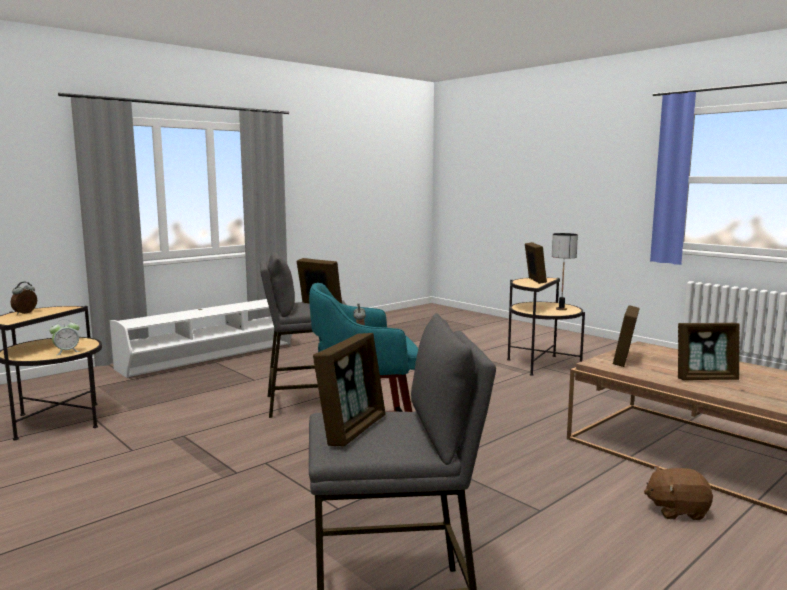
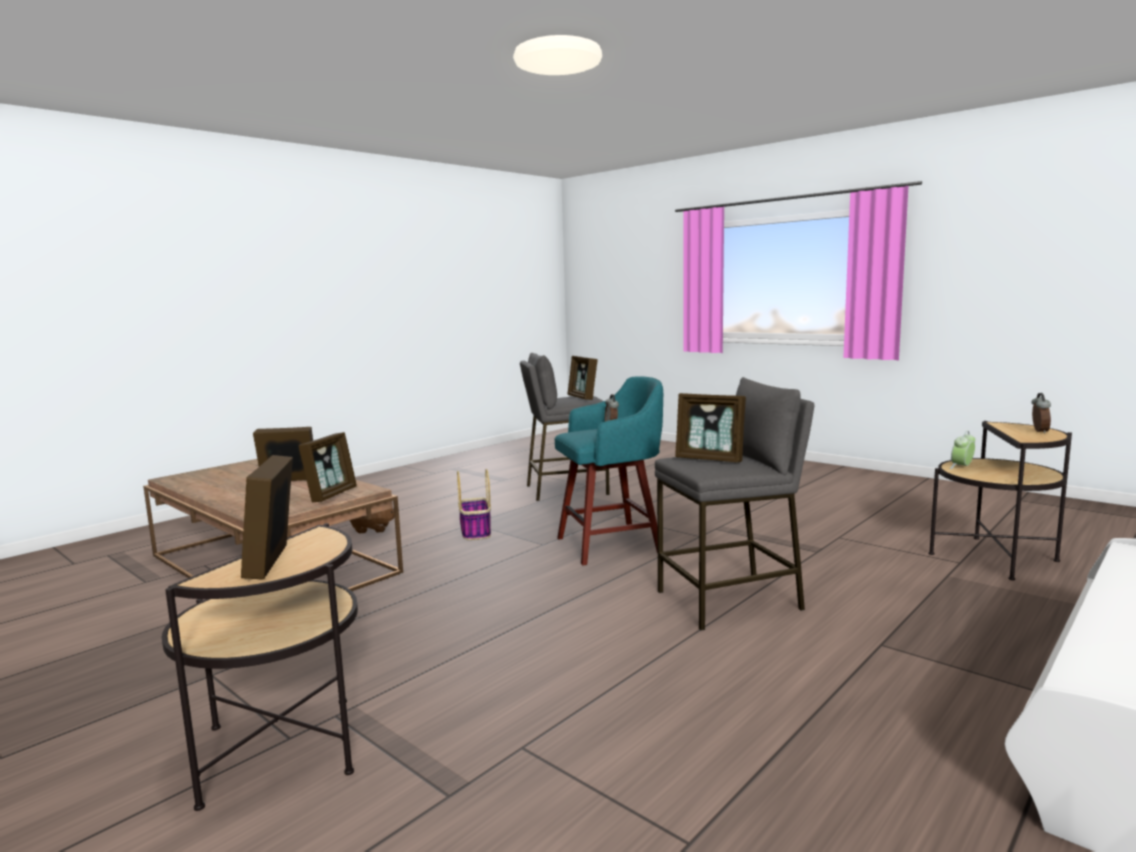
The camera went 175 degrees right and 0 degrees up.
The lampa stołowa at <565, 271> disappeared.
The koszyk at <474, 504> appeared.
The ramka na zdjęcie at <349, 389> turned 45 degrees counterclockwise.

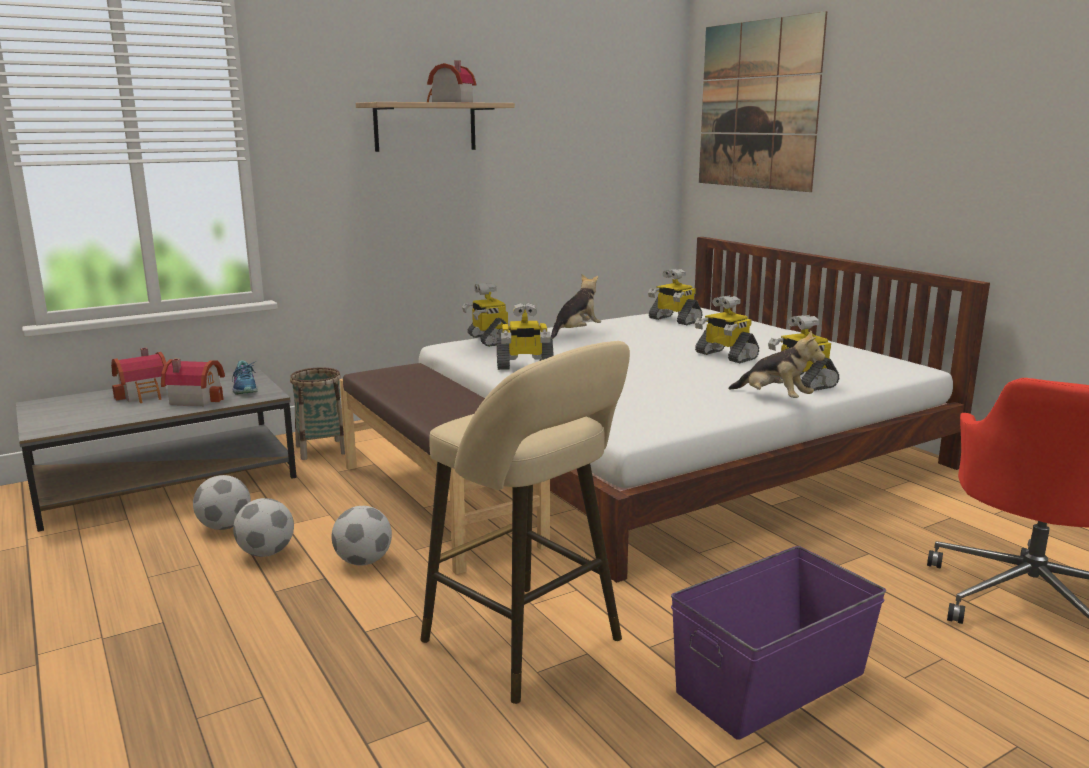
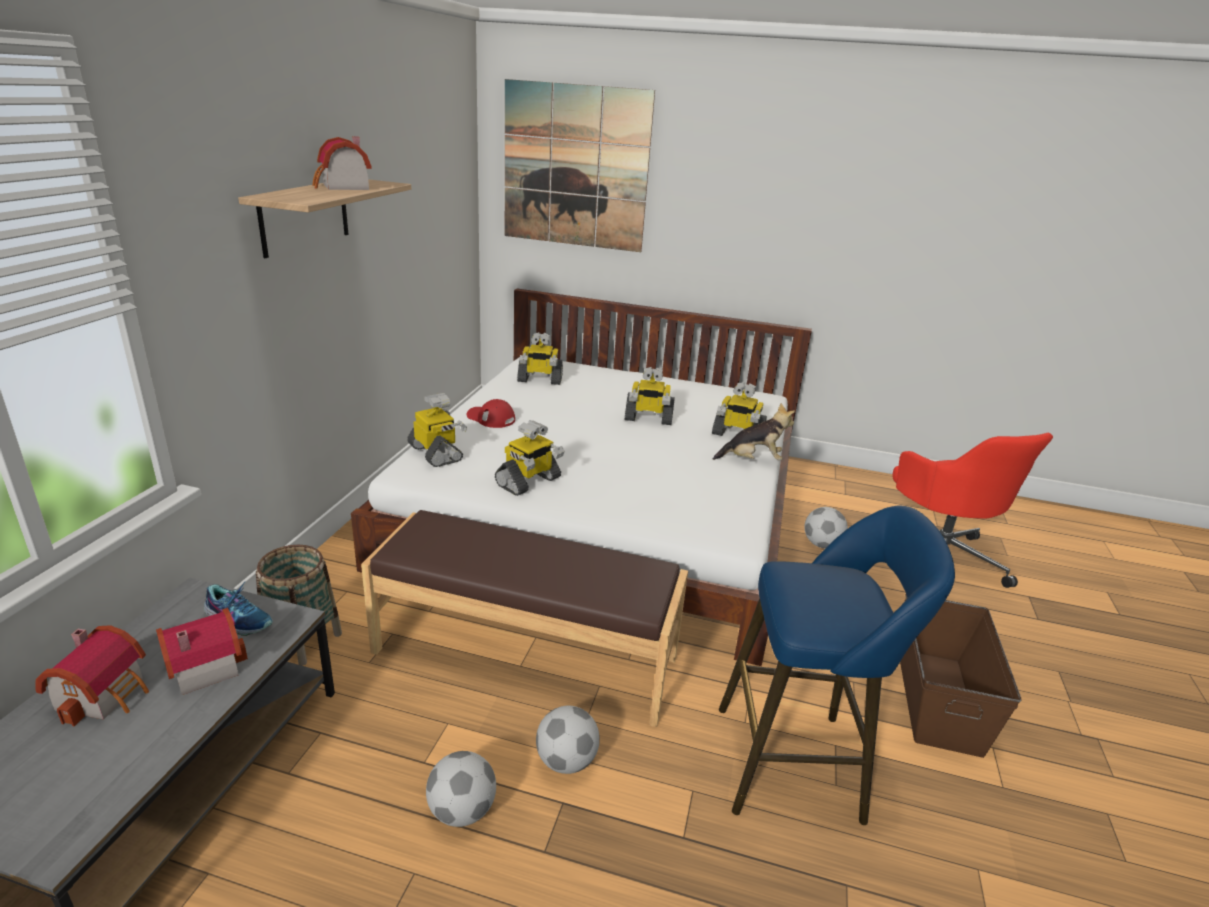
The camera went 45 degrees left and 10 degrees up.
The piłka futbolowa moved from <222, 502> to <826, 527>.
The pluszak at <576, 306> was replaced by the czapka z daszkiem/czerwony at <491, 413>.
The stołek/beżowy at <525, 522> became the stołek/niebieski at <837, 665>.
The pojemnik do przechowywania/fioletowy at <778, 643> became the pojemnik do przechowywania/brązowy at <961, 676>.
The robot zabawkowy at <486, 315> turned 150 degrees counterclockwise.

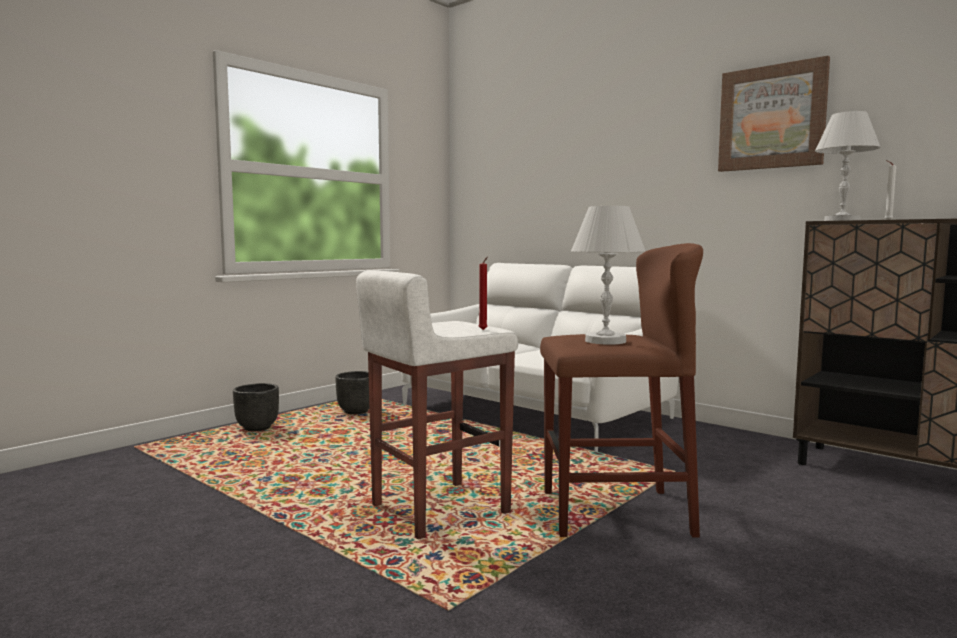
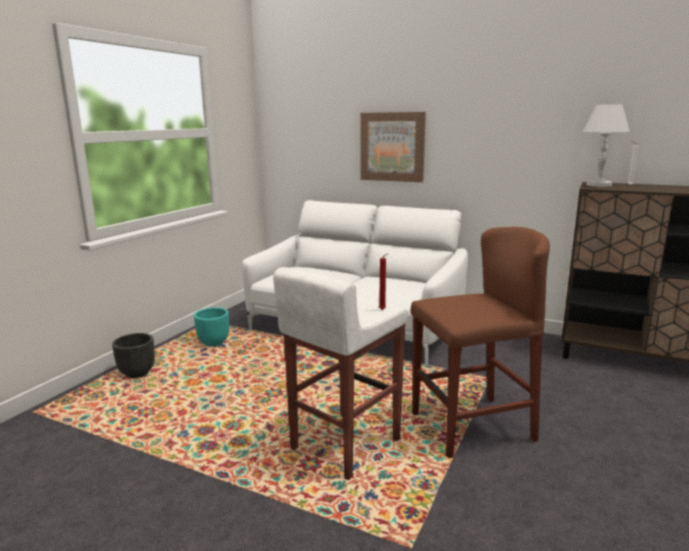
The camera went 15 degrees left and 10 degrees up.
The lampa stołowa/biały at <608, 275> disappeared.
The obraz moved from <774, 114> to <393, 147>.
The donica/czarny at <352, 392> became the donica/turkusowy at <211, 326>.

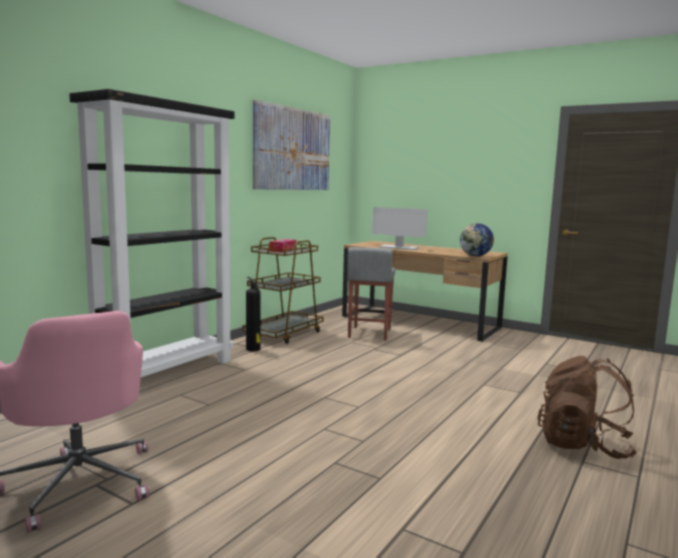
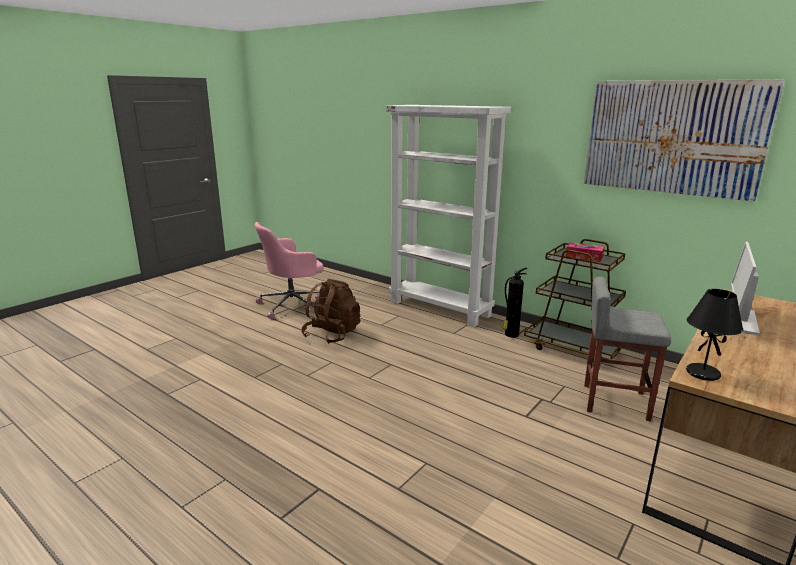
The camera went 95 degrees right and 10 degrees up.
The plecak/brązowy moved from <587, 407> to <330, 311>.
The globus at <477, 239> was replaced by the lampa stołowa/czarny at <714, 335>.
The regał/czarny at <152, 233> became the regał/biały at <448, 216>.

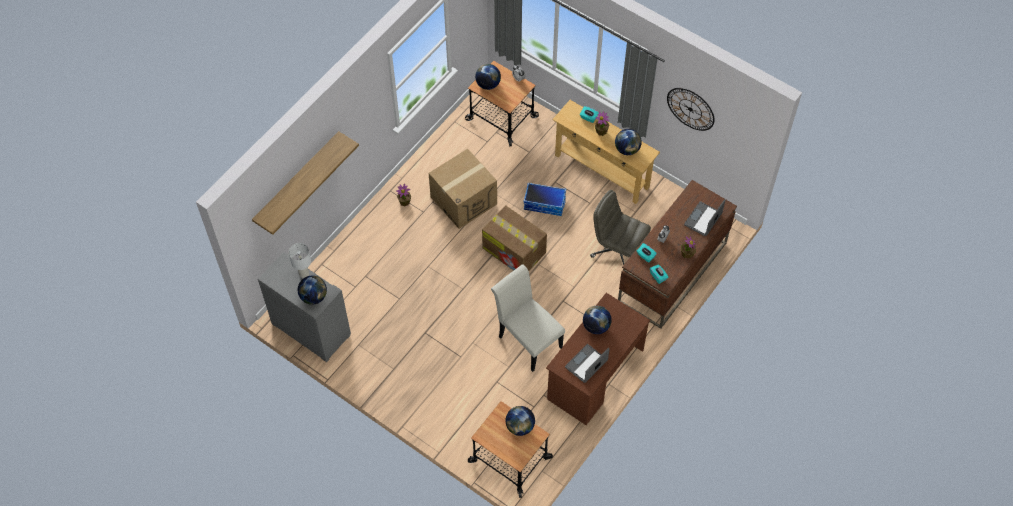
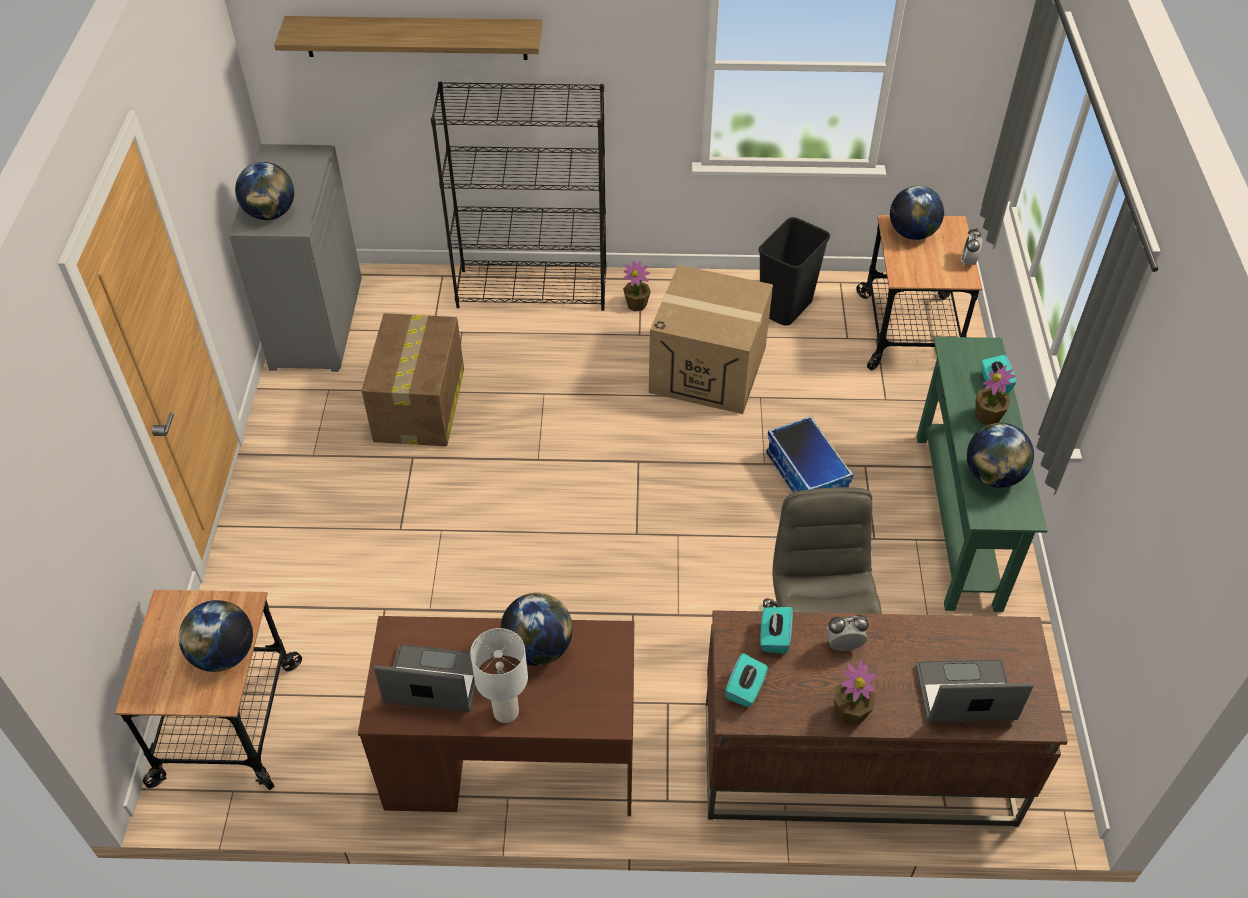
The camera went 55 degrees right and 10 degrees down.
The krzesło/biały at <528, 318> disappeared.
The zegar ścienny at <691, 109> disappeared.
The regał/czarny at <519, 196> appeared.
The kosz na śmieci/czarny at <794, 271> appeared.
The lampa stołowa/biały moved from <300, 260> to <499, 675>.
The karton moved from <514, 238> to <412, 379>.
The stolik konsolowy/beżowy at <606, 152> became the stolik konsolowy/zielony at <982, 474>.

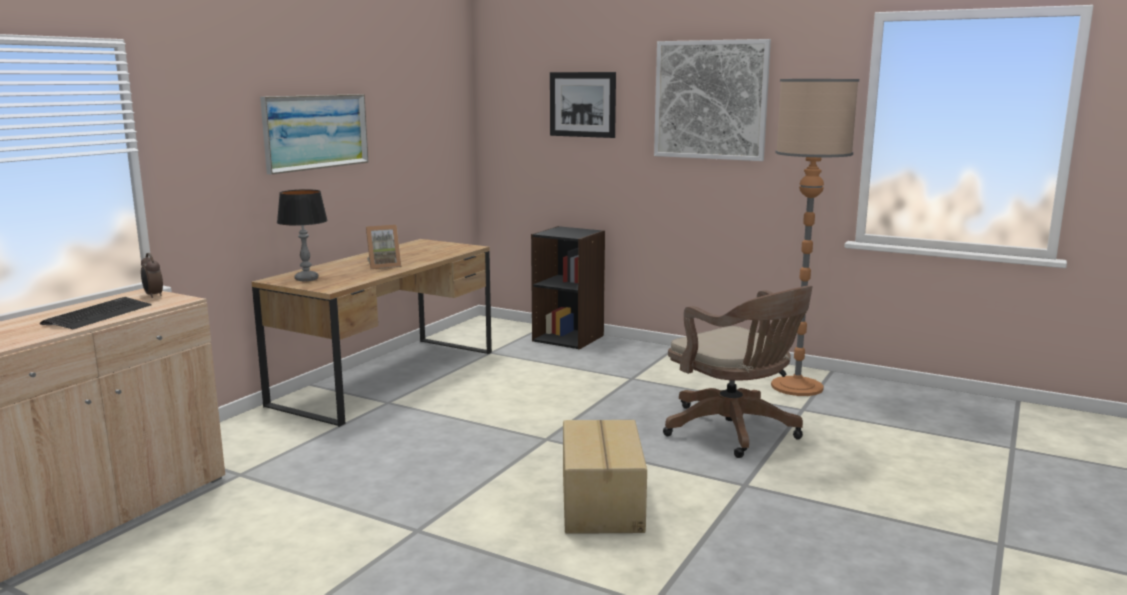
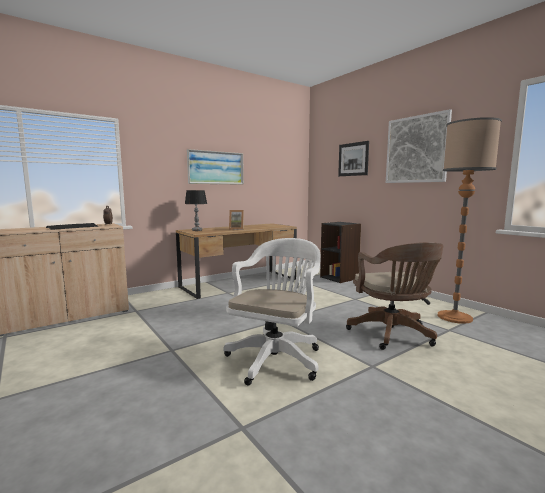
The camera went 25 degrees right and 5 degrees down.
The karton at <605, 477> was replaced by the krzesło biurowe/biały at <272, 312>.

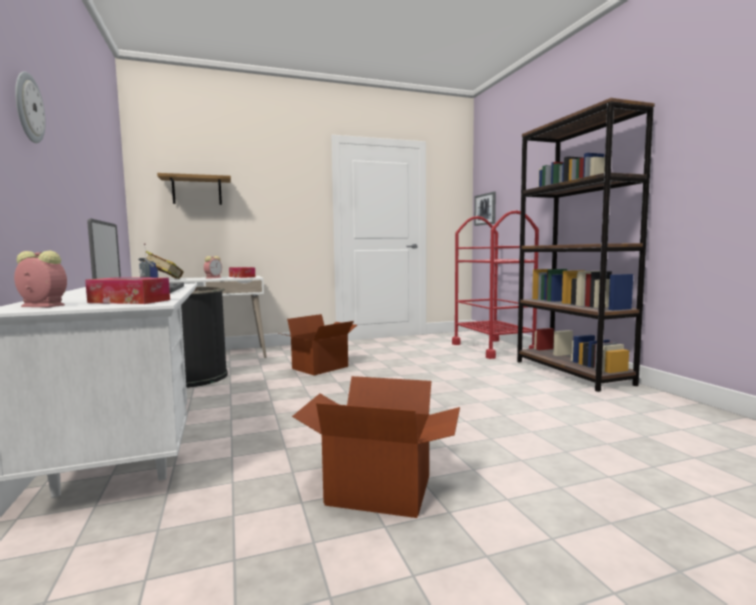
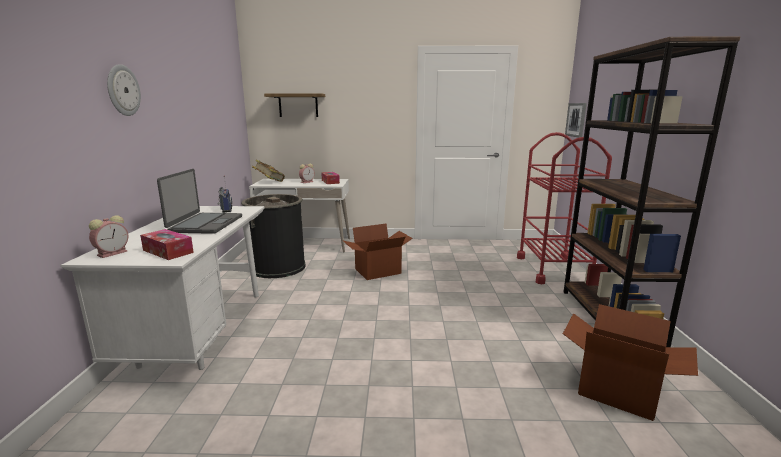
The camera went 20 degrees right and 10 degrees up.
The karton moved from <376, 447> to <630, 362>.
The budzik at <40, 279> turned 90 degrees clockwise.

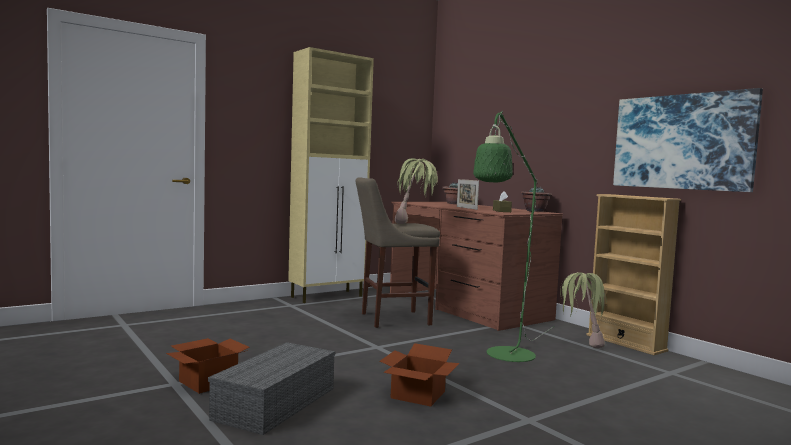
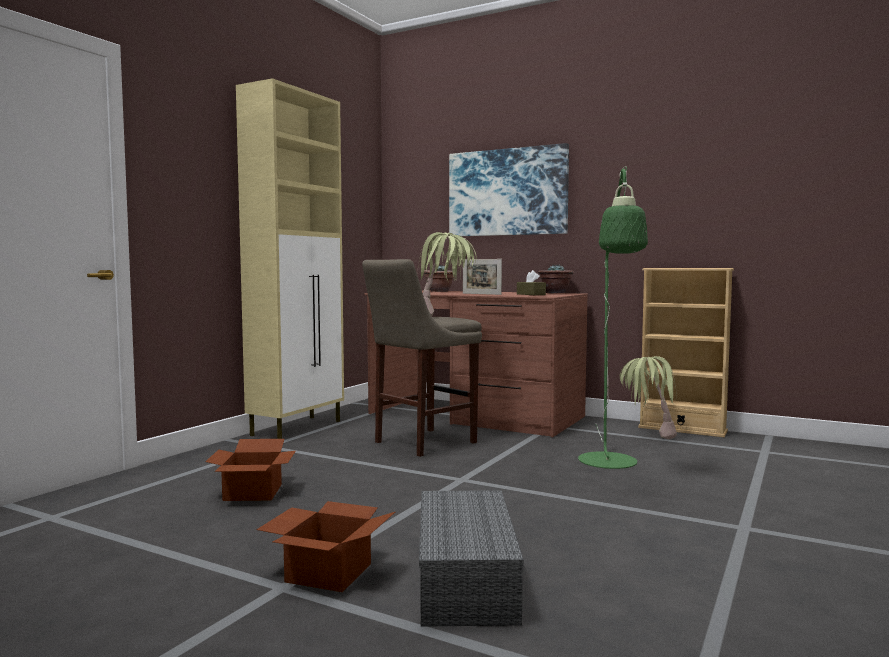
The camera went 25 degrees left and 0 degrees up.
The karton moved from <420, 375> to <250, 470>.
The obraz moved from <688, 140> to <509, 189>.

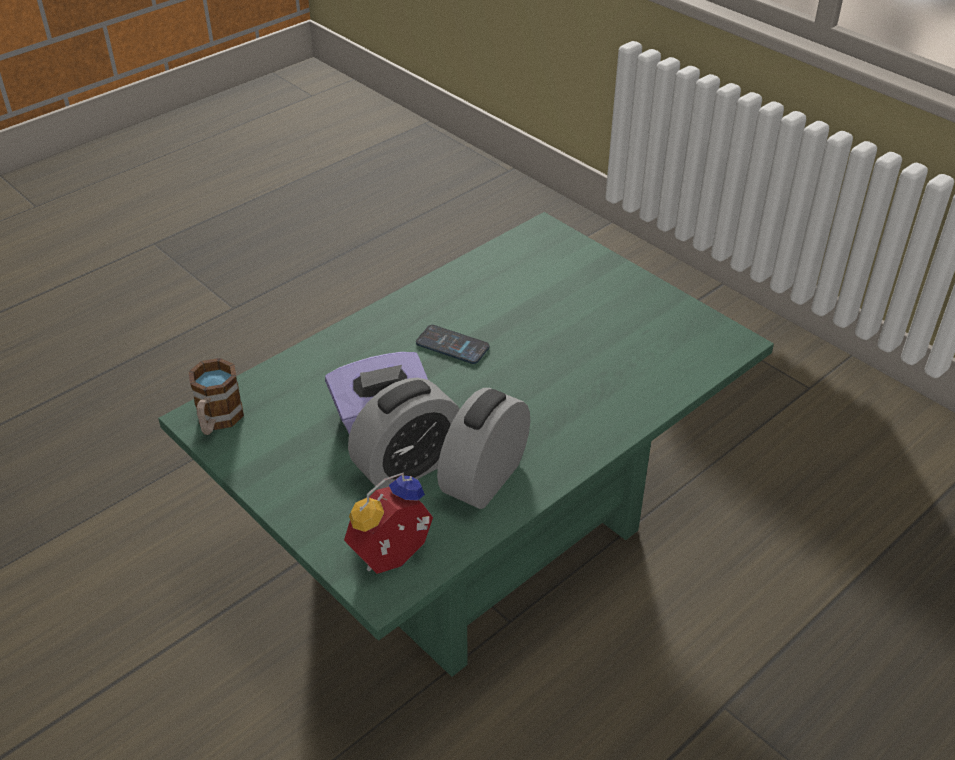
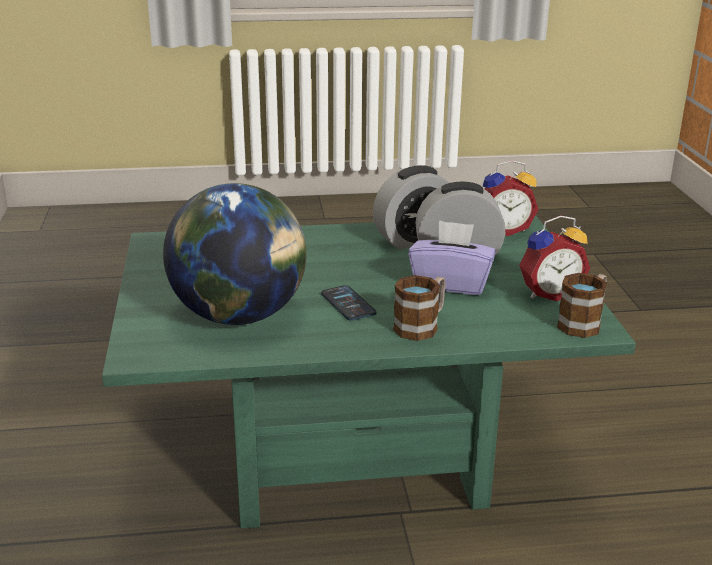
The camera went 145 degrees left and 15 degrees down.
The globus at <235, 254> appeared.
The kubek at <419, 308> appeared.
The budzik at <554, 258> appeared.

